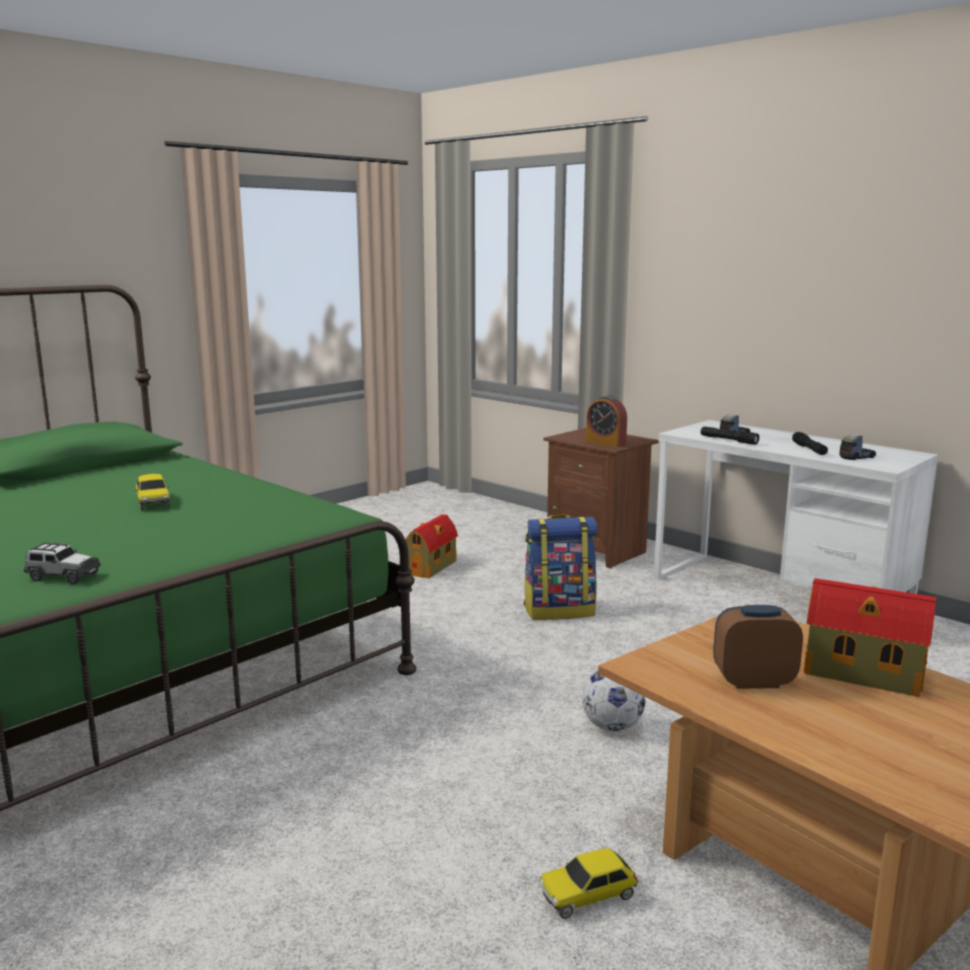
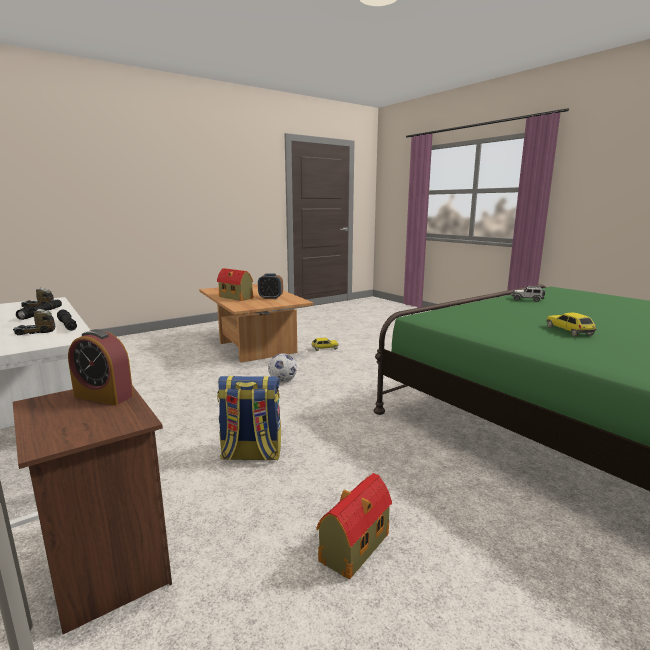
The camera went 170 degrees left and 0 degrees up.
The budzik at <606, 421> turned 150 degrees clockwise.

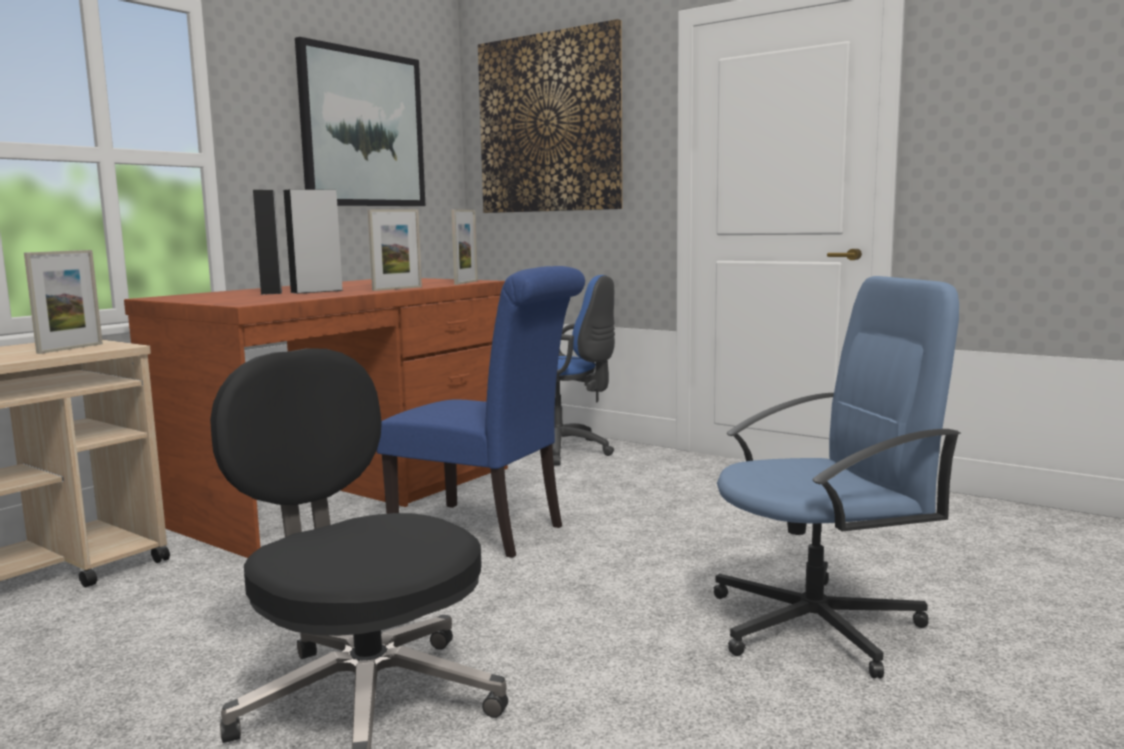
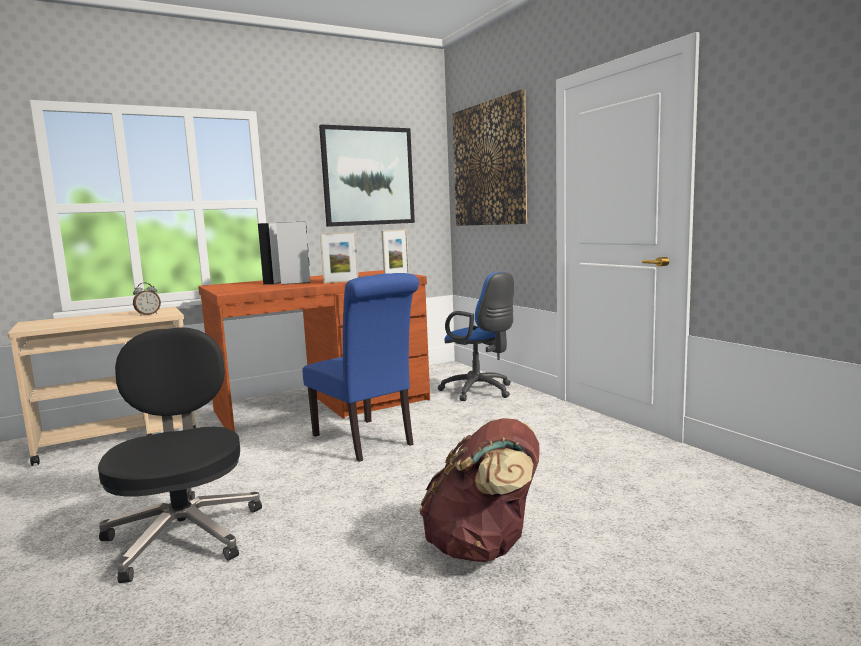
The camera went 25 degrees right and 0 degrees up.
The ramka na zdjęcie at <63, 302> was replaced by the budzik at <147, 299>.
The krzesło biurowe/niebieski at <837, 477> was replaced by the plecak/brązowy at <479, 490>.

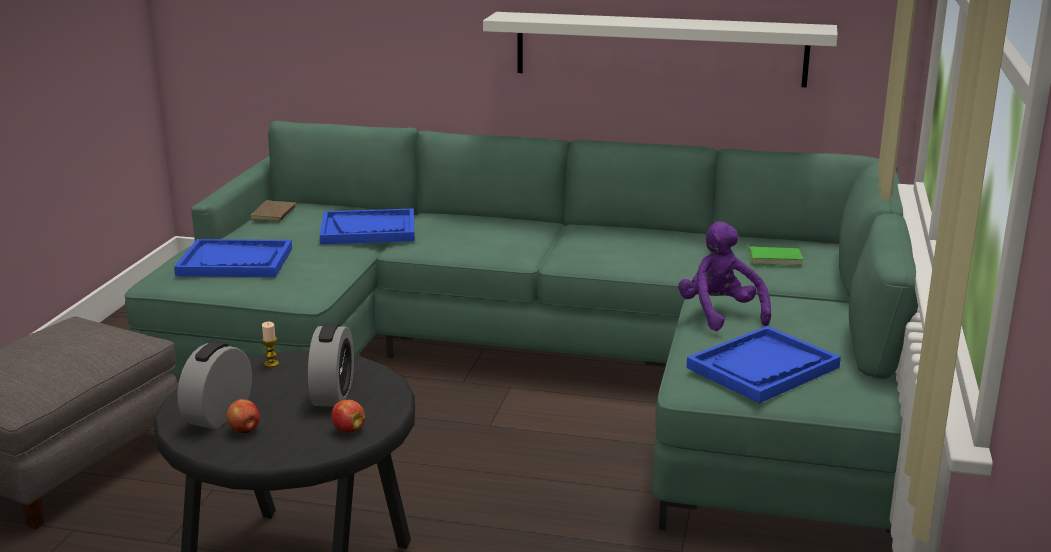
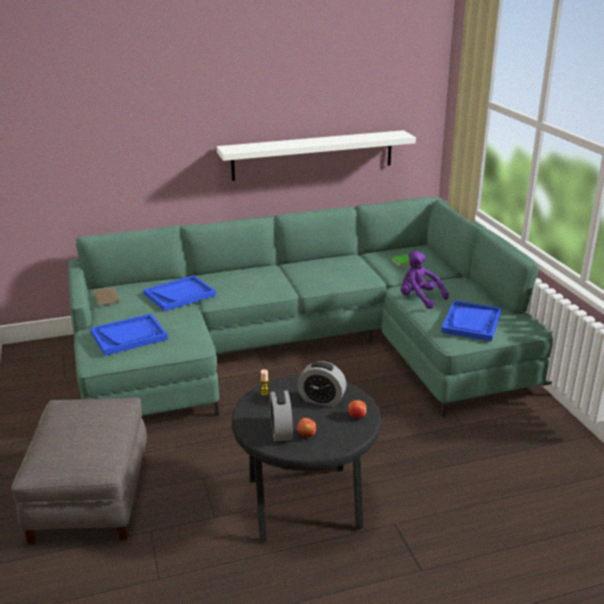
The camera went 30 degrees left and 5 degrees up.
The budzik at <331, 365> turned 135 degrees clockwise.

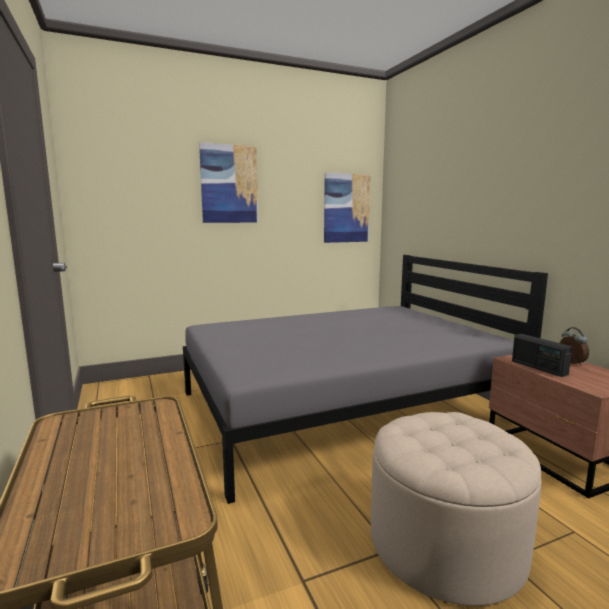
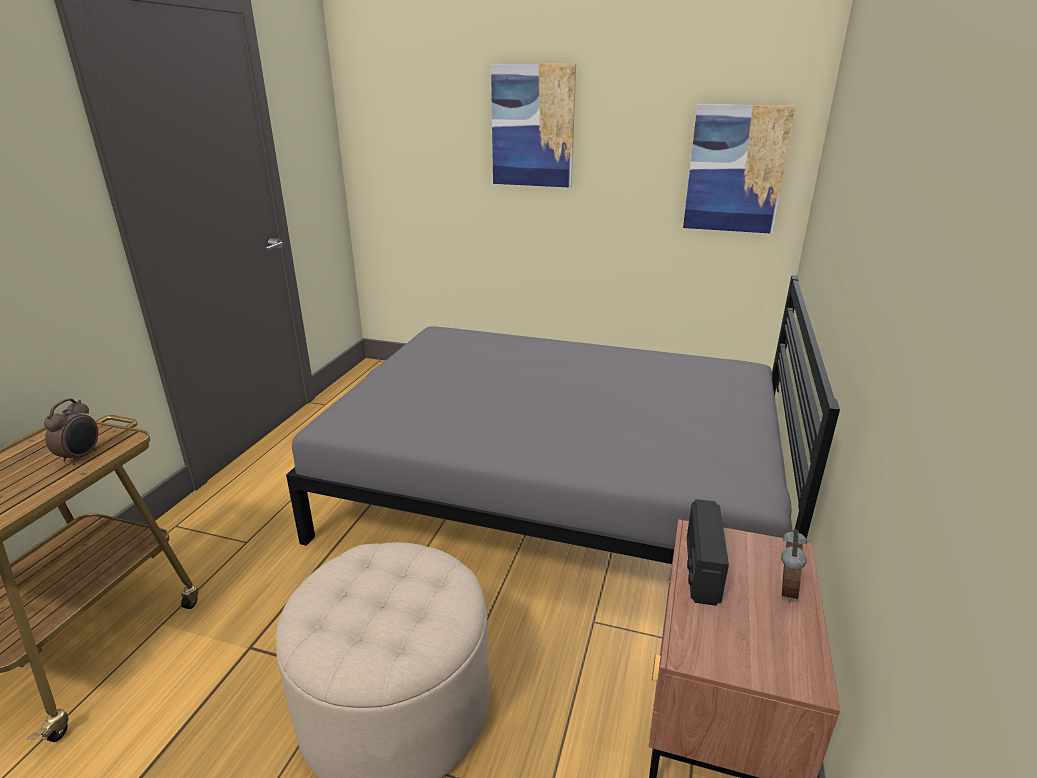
The camera went 40 degrees right and 15 degrees up.
The budzik at <71, 431> appeared.

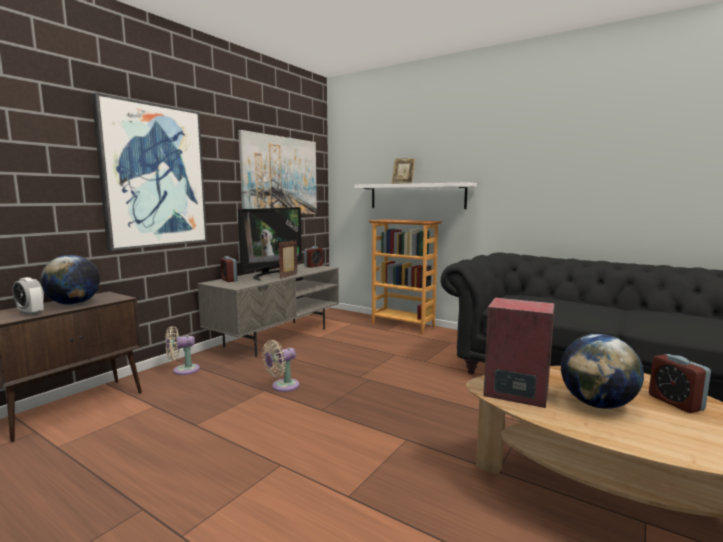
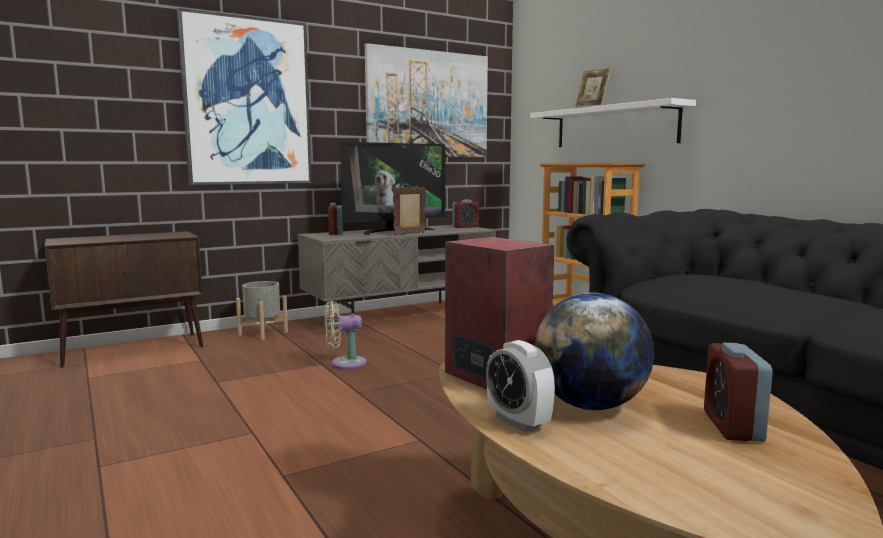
The camera went 25 degrees right and 0 degrees up.
The globus at <70, 280> disappeared.
The budzik moved from <28, 296> to <520, 386>.
The wentylator/beżowy at <182, 350> was replaced by the donica/szary at <262, 310>.

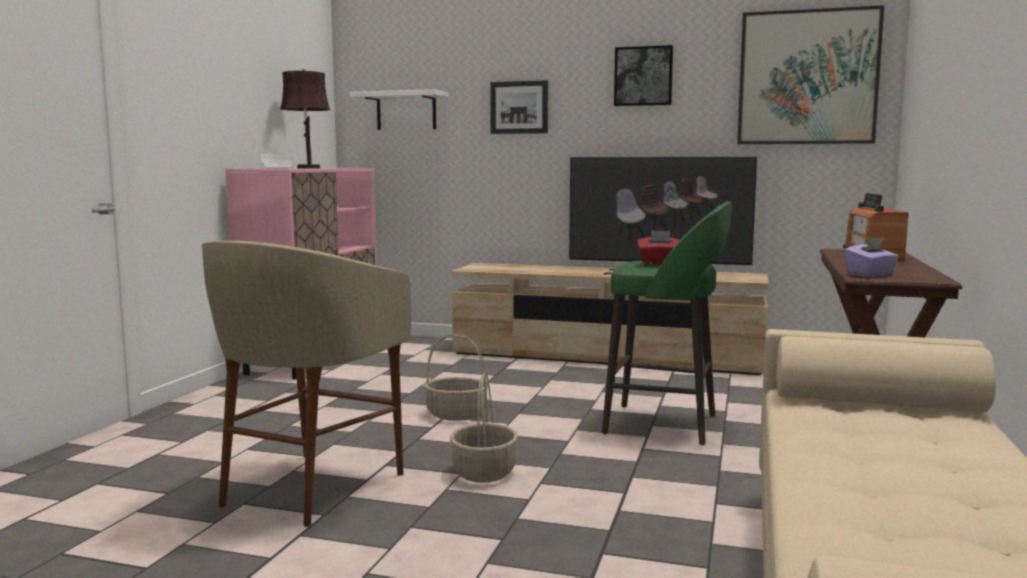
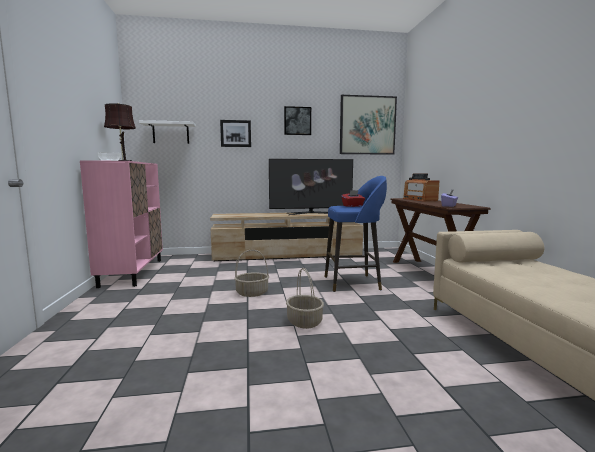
The camera went 25 degrees left and 0 degrees up.
The stołek/beżowy at <306, 384> disappeared.
The stołek/zielony at <666, 323> became the stołek/niebieski at <356, 234>.

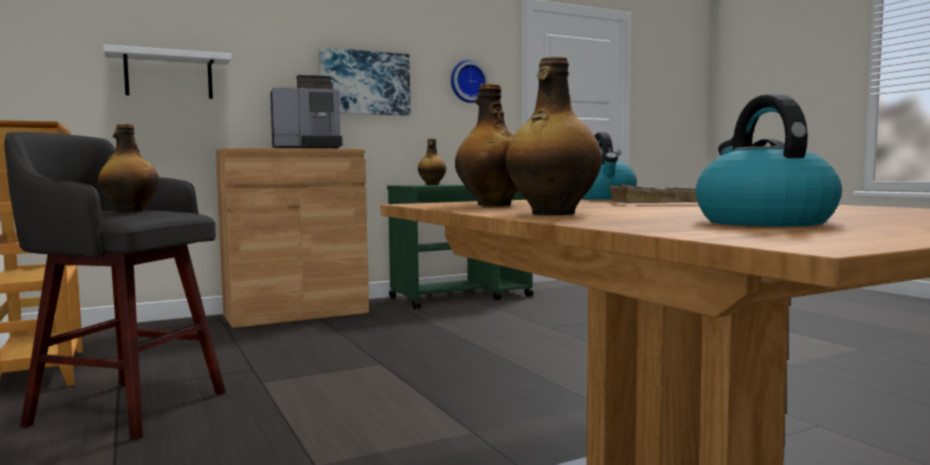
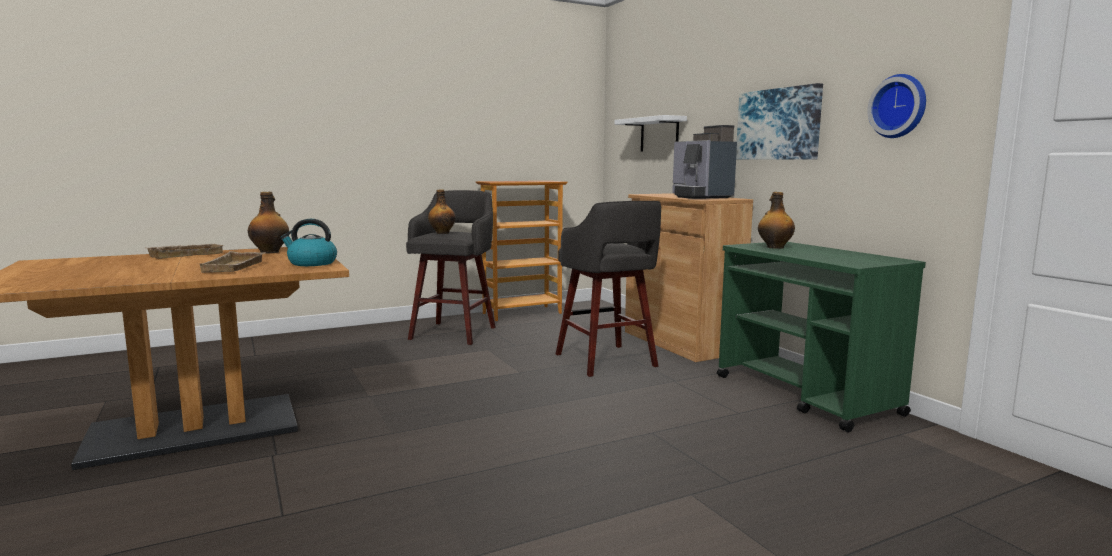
The camera went 90 degrees right and 5 degrees up.
The czajnik at <769, 160> disappeared.
The stołek/szary at <608, 289> appeared.
The butelka at <554, 135> was replaced by the taca/beżowy at <184, 251>.

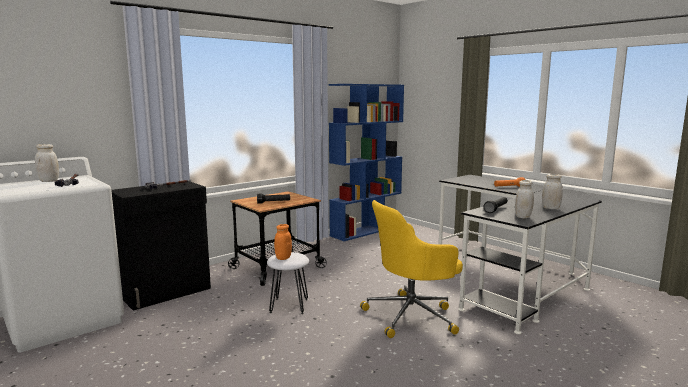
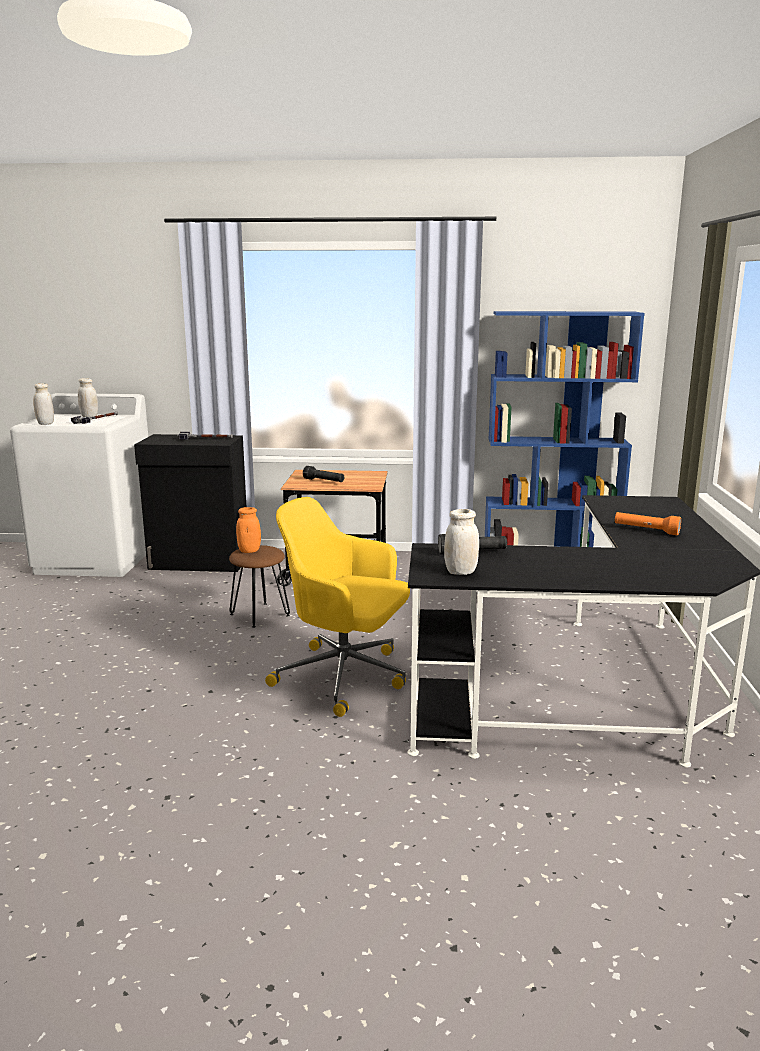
The camera went 45 degrees right and 5 degrees up.
The słoik/biały moved from <552, 191> to <43, 404>.
The stołek/biały at <288, 283> became the stołek/brązowy at <259, 586>.

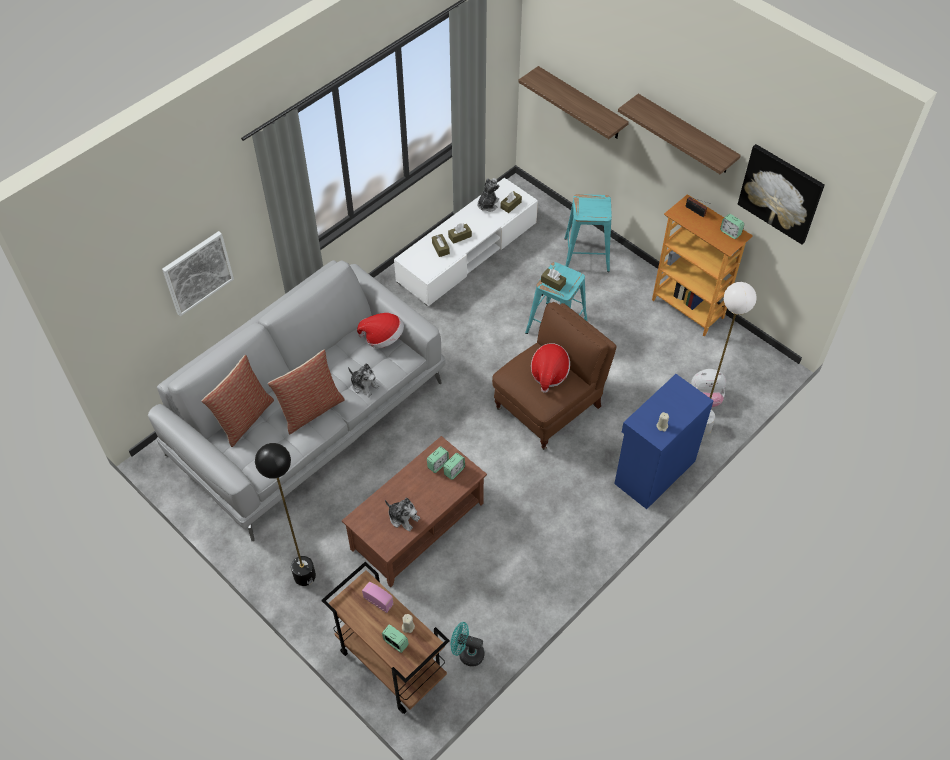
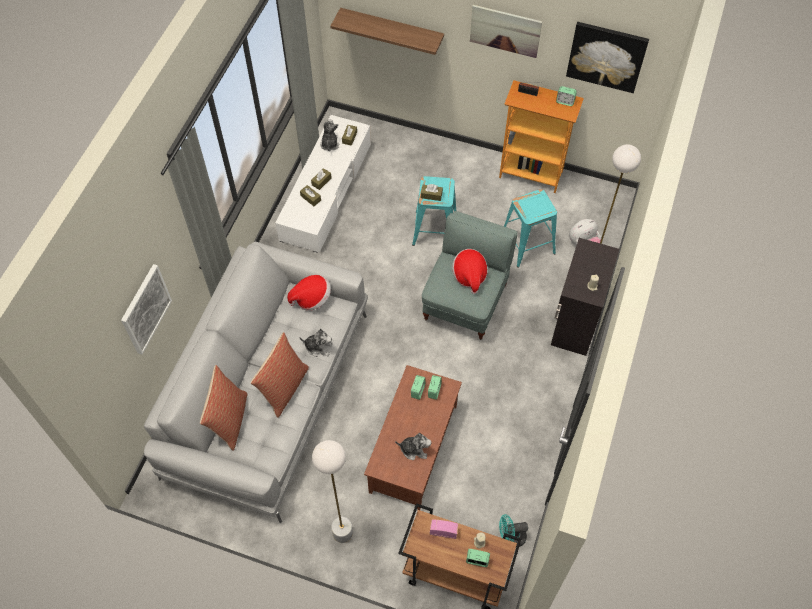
The camera went 25 degrees left and 5 degrees up.
The stołek/turkusowy moved from <588, 233> to <530, 228>.
The półka at <679, 134> was replaced by the obraz at <506, 31>.
The lampa stojąca/czarny at <285, 514> became the lampa stojąca/biały at <332, 491>.
The fotel/brązowy at <554, 376> became the fotel/szary at <470, 275>.
The szafka/niebieski at <663, 441> became the szafka/czarny at <585, 297>.

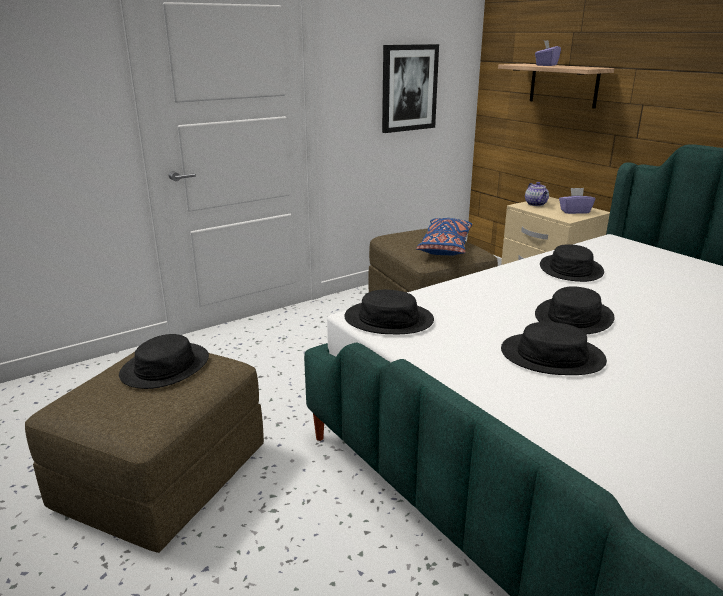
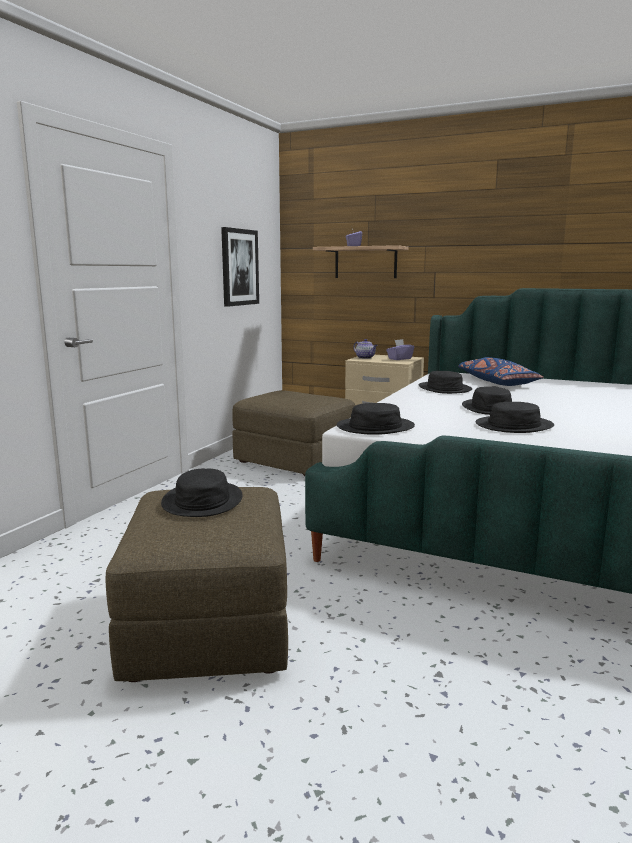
The camera went 30 degrees left and 10 degrees down.
The poduszka/niebieski moved from <444, 237> to <501, 371>.

